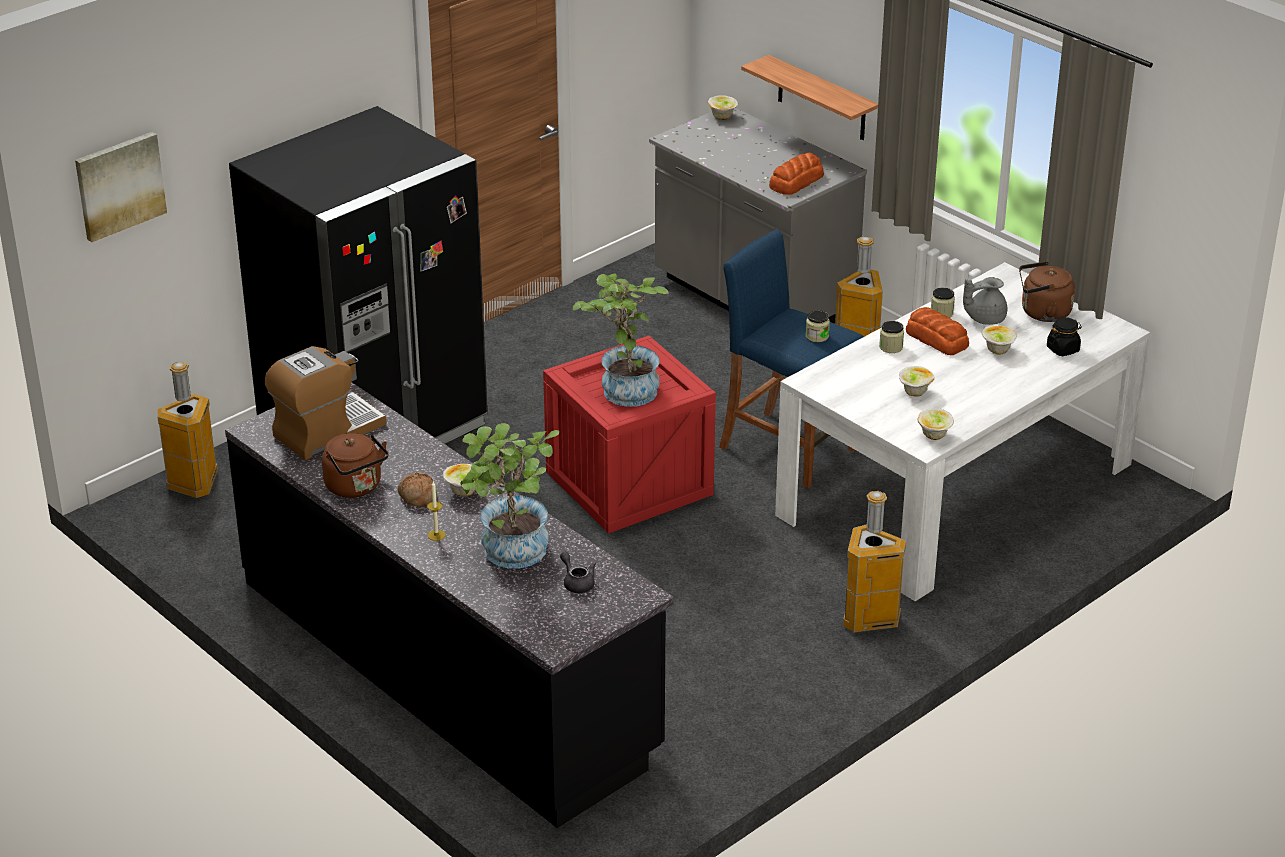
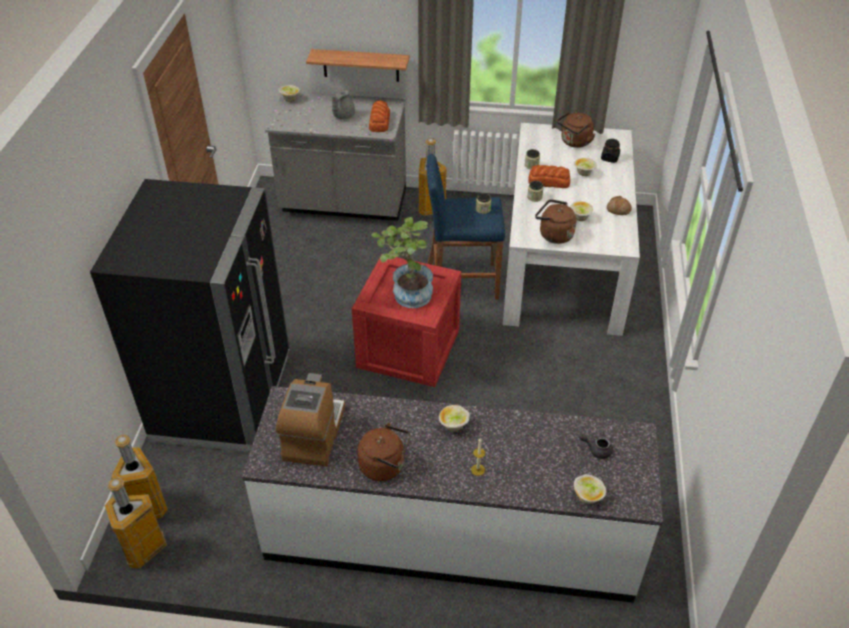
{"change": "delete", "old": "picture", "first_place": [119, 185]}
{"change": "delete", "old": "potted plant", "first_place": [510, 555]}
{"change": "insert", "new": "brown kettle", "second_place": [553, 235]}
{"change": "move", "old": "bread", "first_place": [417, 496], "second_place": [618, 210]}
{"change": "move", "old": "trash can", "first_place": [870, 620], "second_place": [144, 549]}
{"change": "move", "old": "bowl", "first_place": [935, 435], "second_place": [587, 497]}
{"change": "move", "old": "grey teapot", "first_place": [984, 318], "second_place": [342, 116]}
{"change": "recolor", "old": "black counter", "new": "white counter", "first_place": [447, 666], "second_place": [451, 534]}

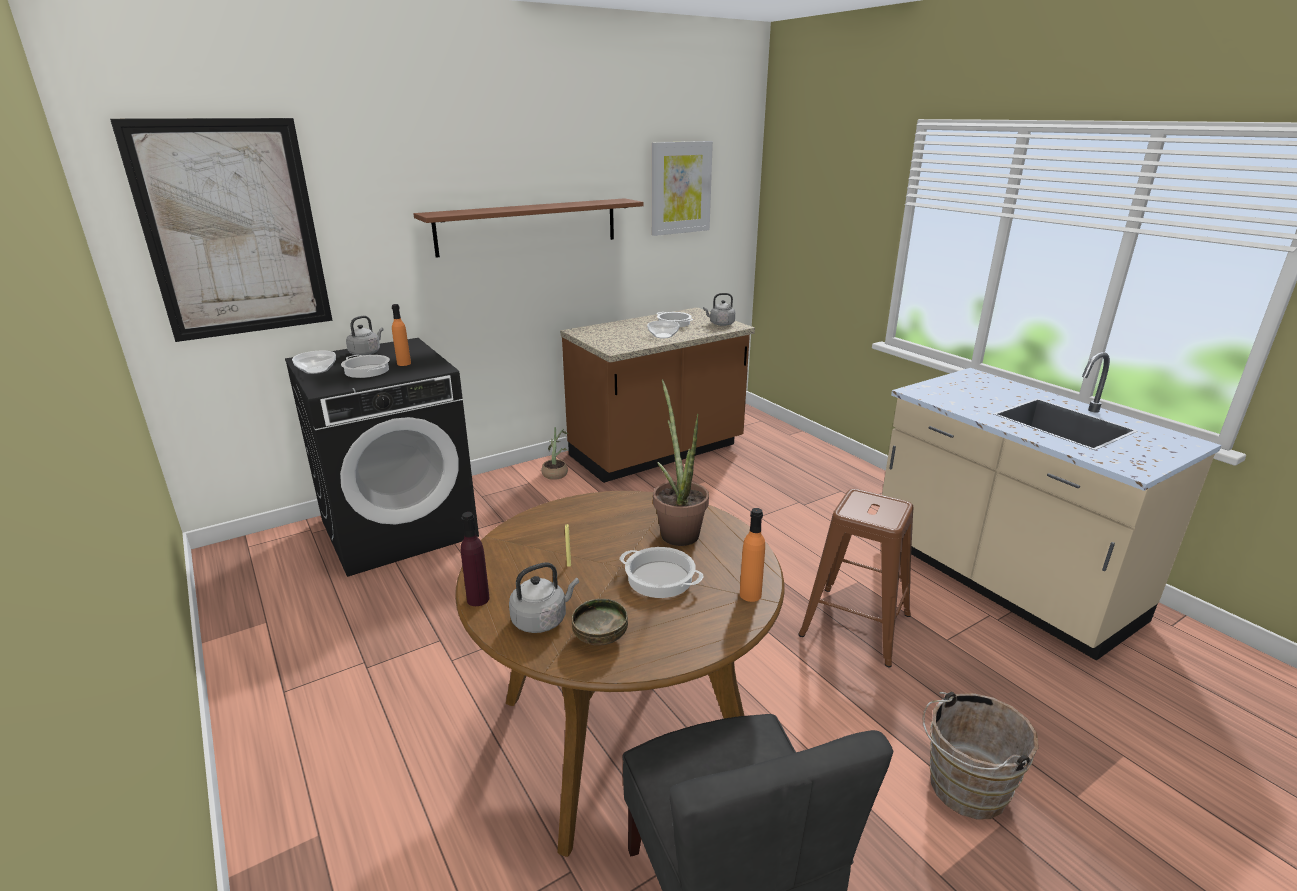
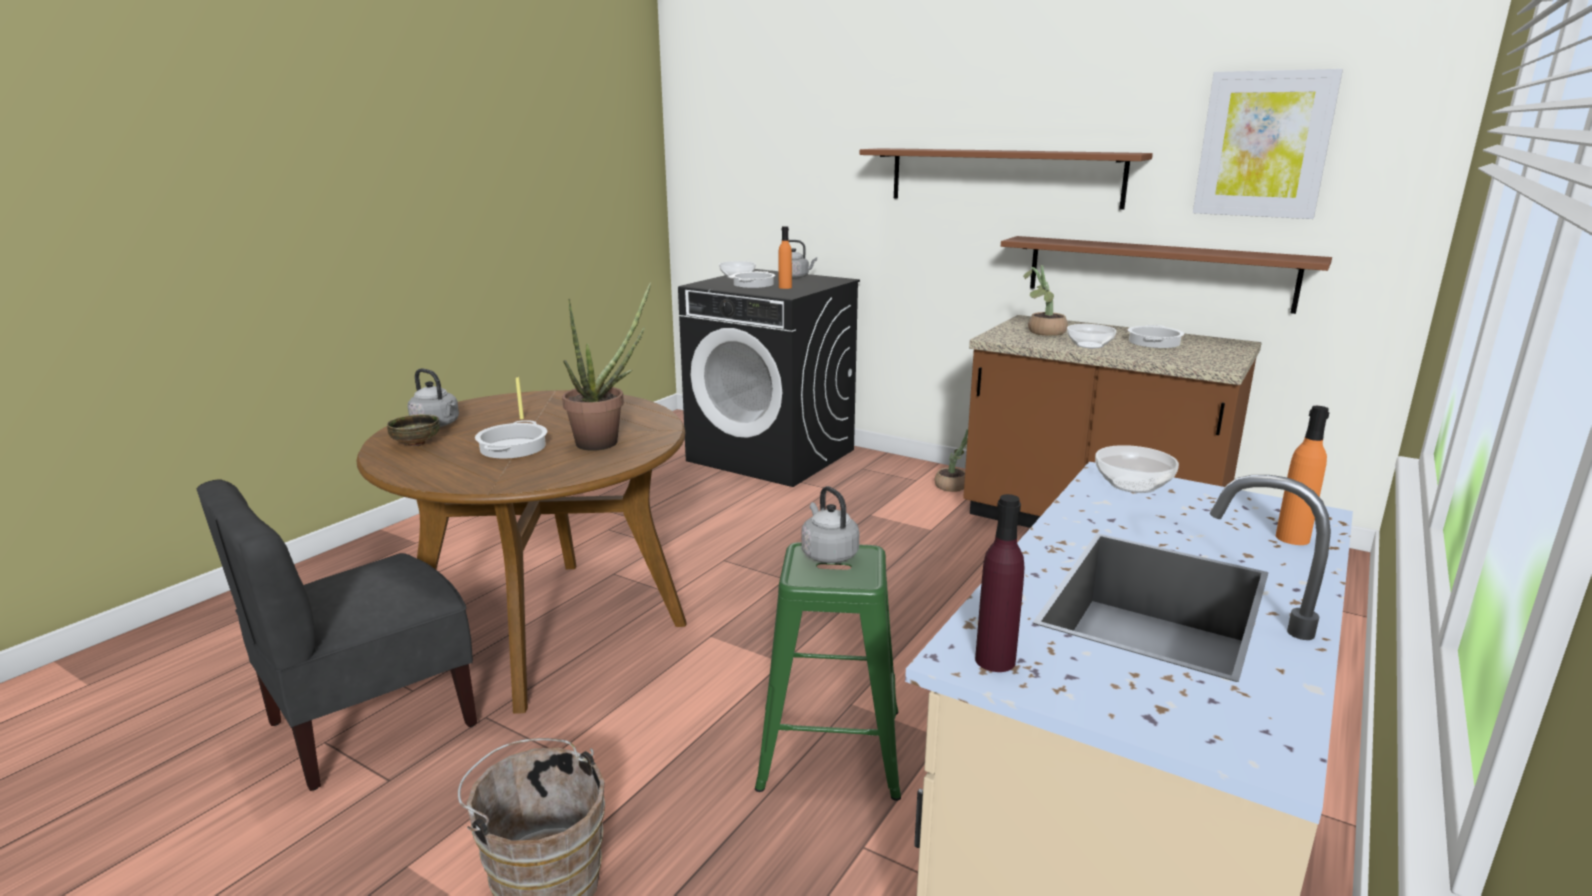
{"change": "delete", "old": "picture", "first_place": [233, 230]}
{"change": "insert", "new": "brown shelf", "second_place": [1157, 272]}
{"change": "insert", "new": "potted plant", "second_place": [1042, 332]}
{"change": "insert", "new": "bowl", "second_place": [1131, 485]}
{"change": "move", "old": "purple bottle", "first_place": [478, 599], "second_place": [995, 660]}
{"change": "move", "old": "grey kettle", "first_place": [720, 324], "second_place": [828, 554]}
{"change": "move", "old": "orange bottle", "first_place": [750, 595], "second_place": [1292, 538]}
{"change": "recolor", "old": "brown stool", "new": "green stool", "first_place": [854, 623], "second_place": [832, 746]}

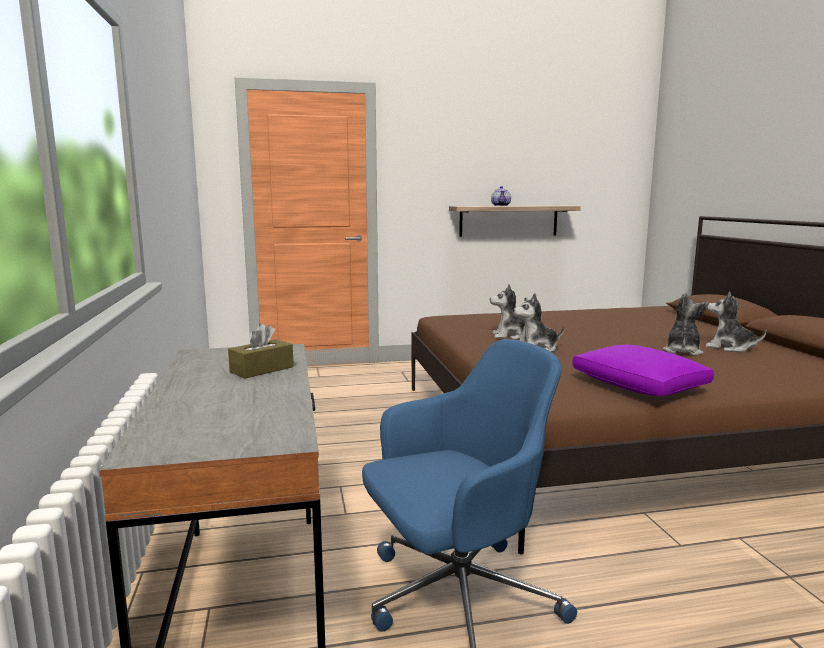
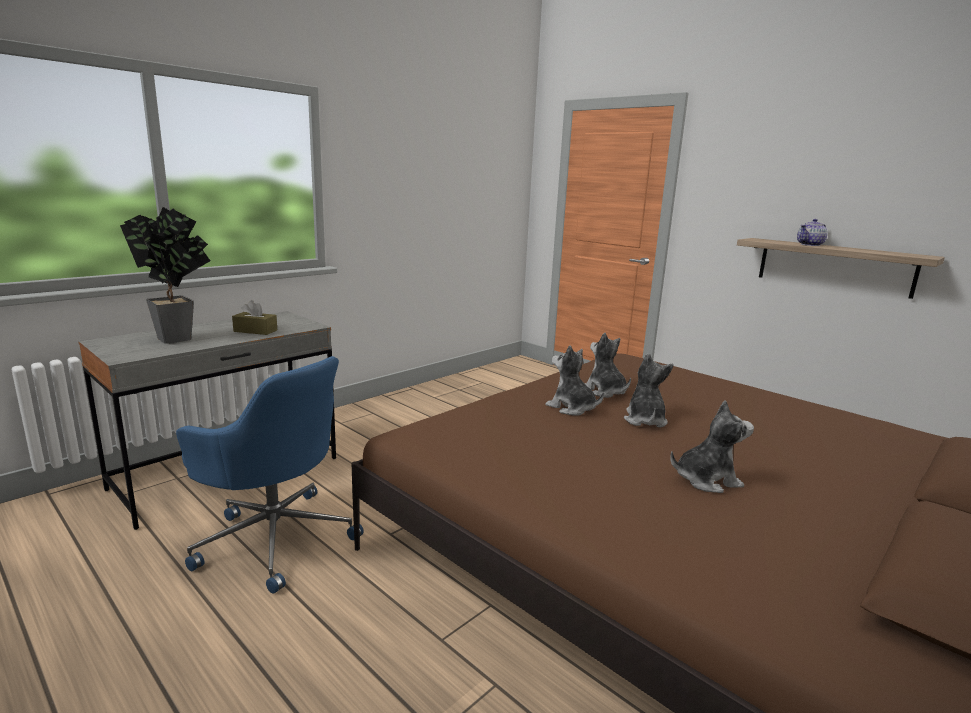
{"change": "delete", "old": "purple pillow", "first_place": [639, 386]}
{"change": "insert", "new": "potted plant", "second_place": [181, 339]}
{"change": "move", "old": "plush toy", "first_place": [729, 348], "second_place": [644, 420]}

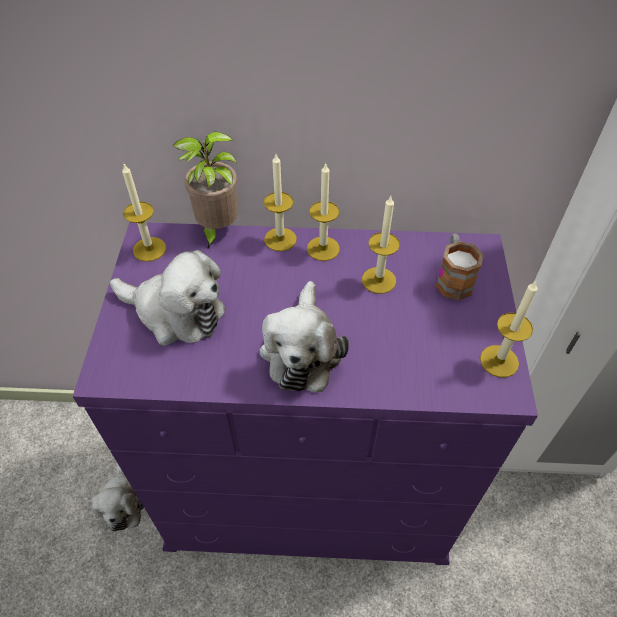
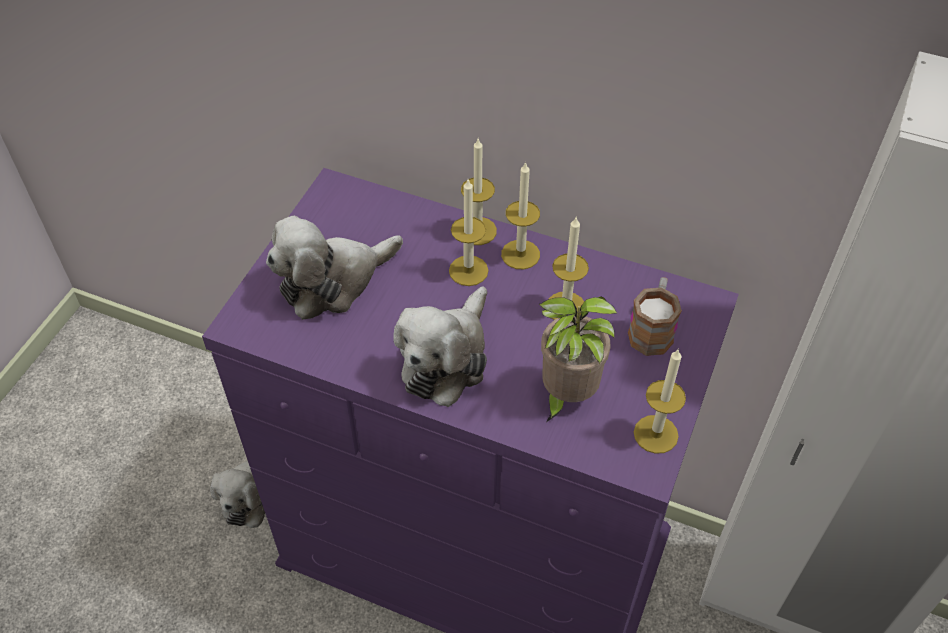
{"change": "move", "old": "candle", "first_place": [149, 249], "second_place": [468, 270]}
{"change": "move", "old": "potted plant", "first_place": [216, 230], "second_place": [566, 395]}
{"change": "rotate", "old": "plush toy", "first_place": [176, 313], "second_place": [333, 281], "degrees": 105}

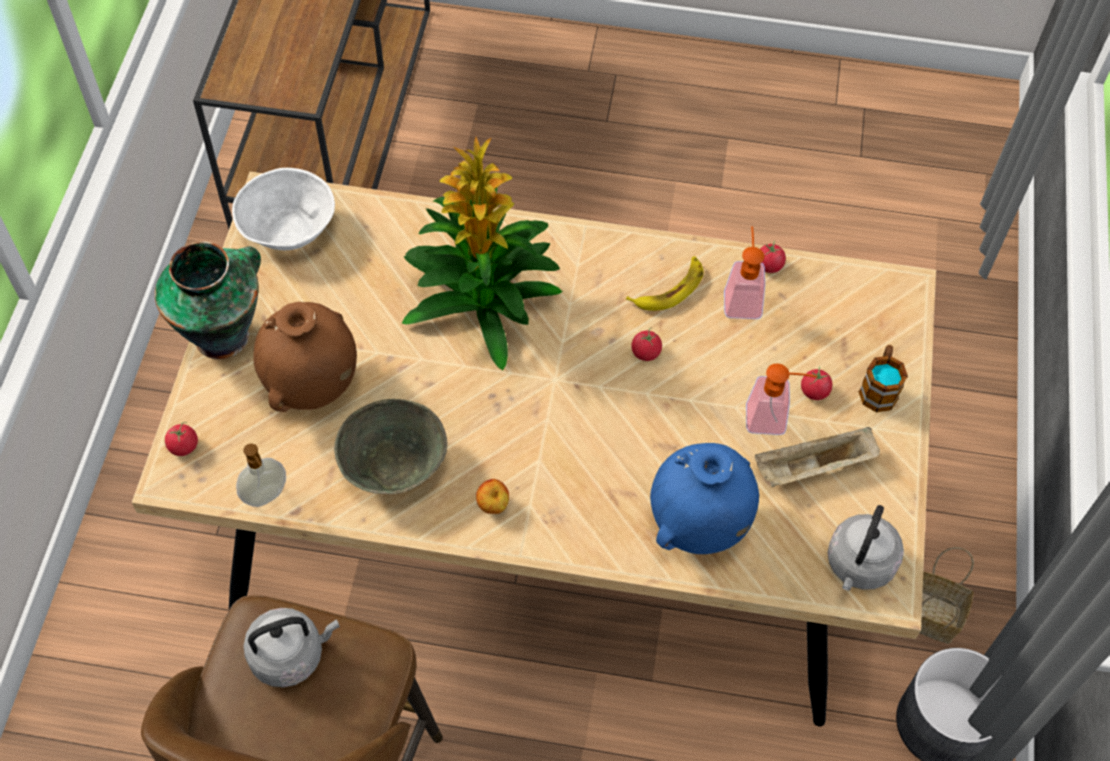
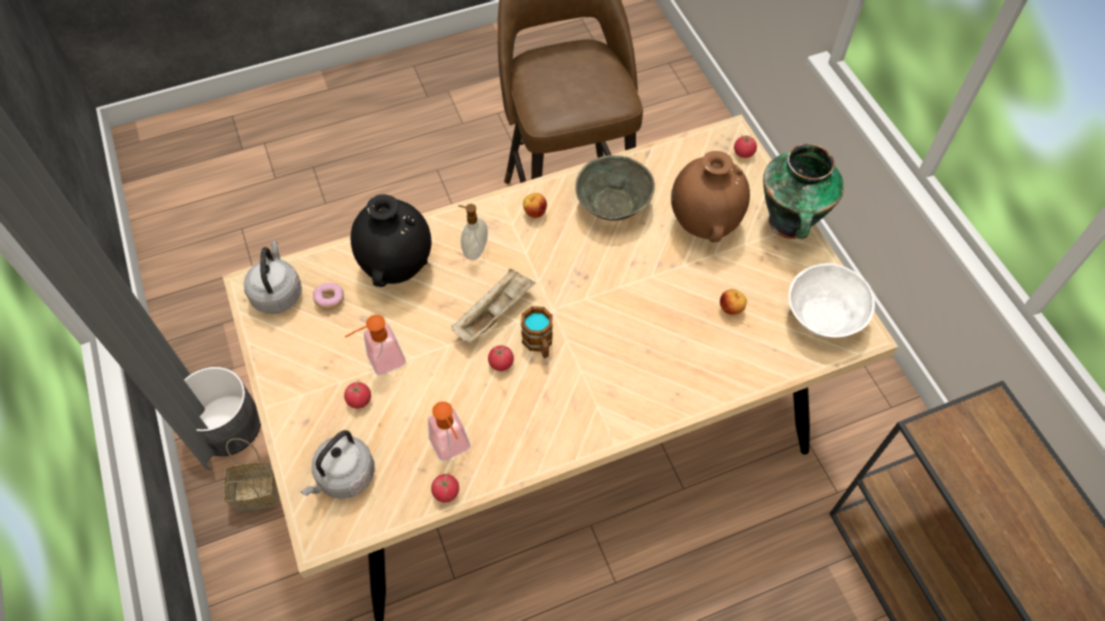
{"change": "delete", "old": "potted plant", "first_place": [482, 300]}
{"change": "delete", "old": "banana", "first_place": [669, 289]}
{"change": "insert", "new": "donut", "second_place": [330, 299]}
{"change": "insert", "new": "apple", "second_place": [731, 309]}
{"change": "move", "old": "soap dispenser", "first_place": [266, 496], "second_place": [474, 250]}
{"change": "move", "old": "grey kettle", "first_place": [291, 655], "second_place": [344, 477]}
{"change": "move", "old": "beige tray", "first_place": [813, 468], "second_place": [494, 313]}
{"change": "move", "old": "mug", "first_place": [879, 388], "second_place": [539, 344]}
{"change": "recolor", "old": "blue vase", "new": "black vase", "first_place": [698, 525], "second_place": [397, 265]}

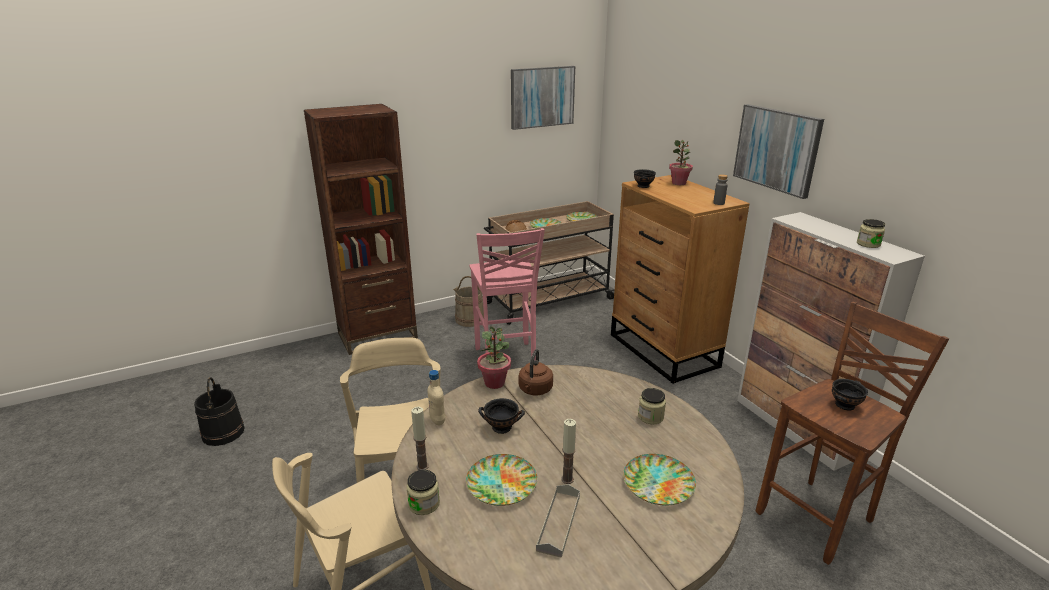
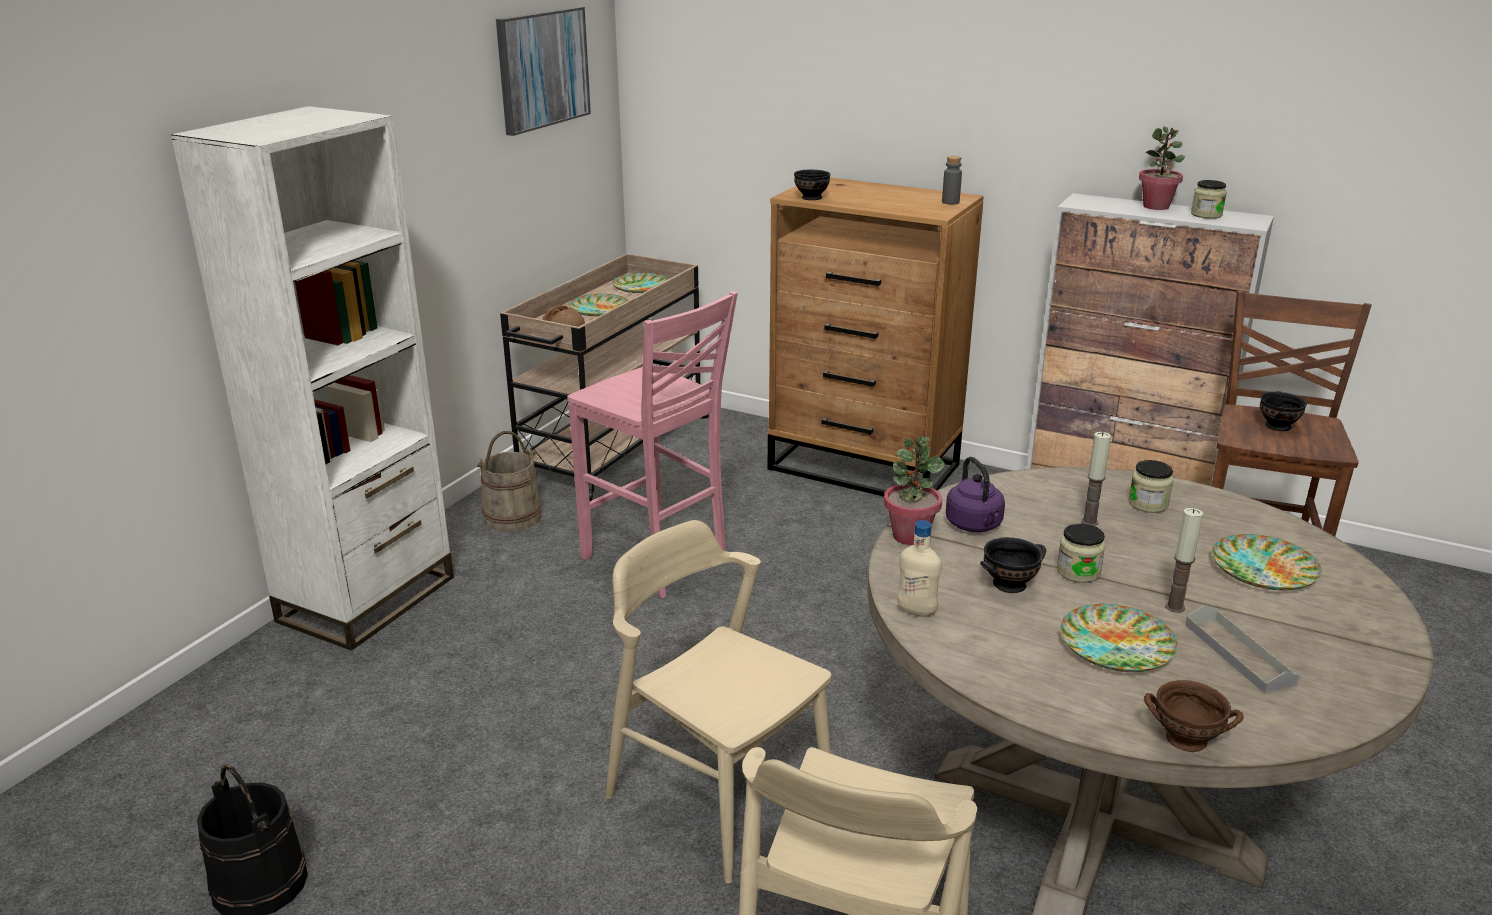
{"change": "delete", "old": "picture", "first_place": [776, 149]}
{"change": "insert", "new": "brown bowl", "second_place": [1187, 740]}
{"change": "move", "old": "jar", "first_place": [424, 504], "second_place": [1078, 572]}
{"change": "move", "old": "candle", "first_place": [422, 466], "second_place": [1089, 522]}
{"change": "move", "old": "potted plant", "first_place": [679, 183], "second_place": [1156, 206]}
{"change": "recolor", "old": "brown bookcase", "new": "white bookcase", "first_place": [377, 335], "second_place": [367, 599]}
{"change": "recolor", "old": "brown kettle", "new": "purple kettle", "first_place": [535, 390], "second_place": [975, 525]}

